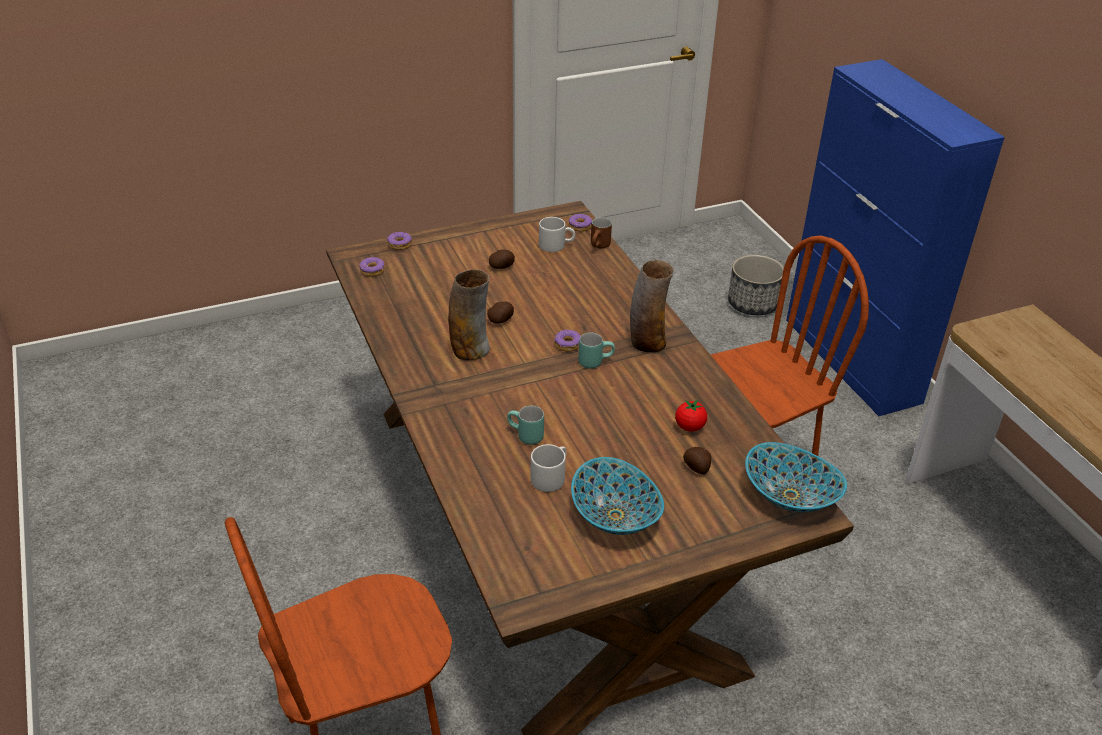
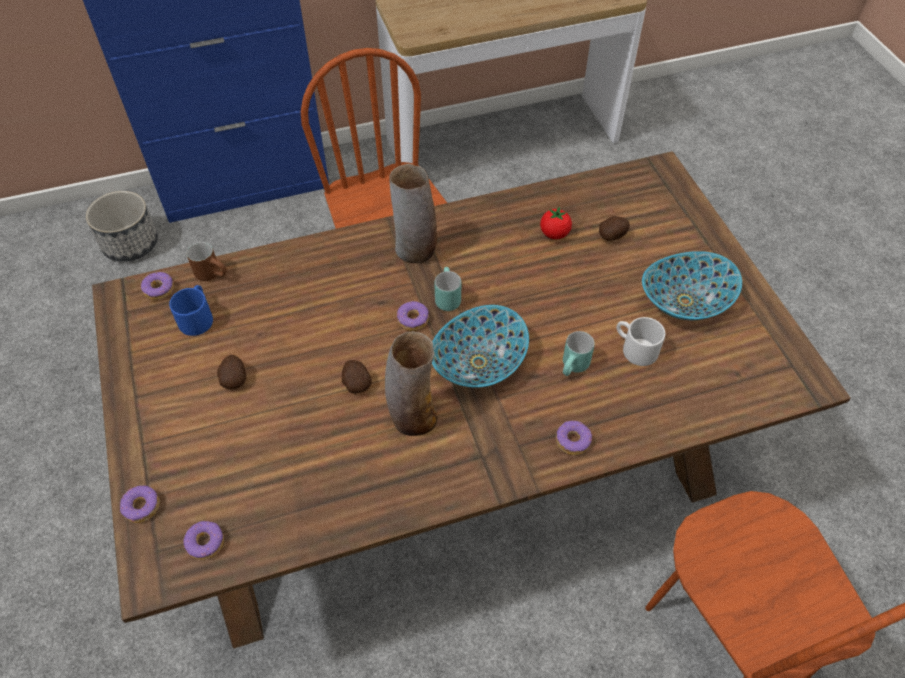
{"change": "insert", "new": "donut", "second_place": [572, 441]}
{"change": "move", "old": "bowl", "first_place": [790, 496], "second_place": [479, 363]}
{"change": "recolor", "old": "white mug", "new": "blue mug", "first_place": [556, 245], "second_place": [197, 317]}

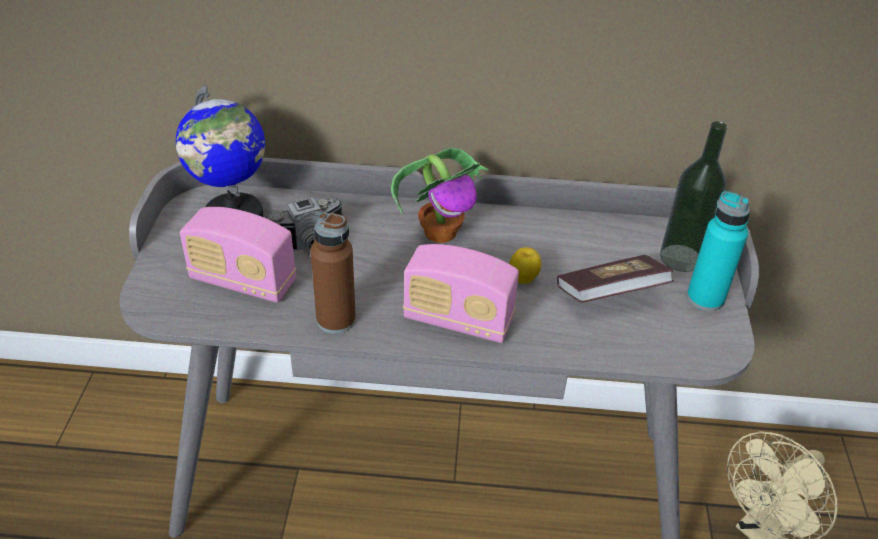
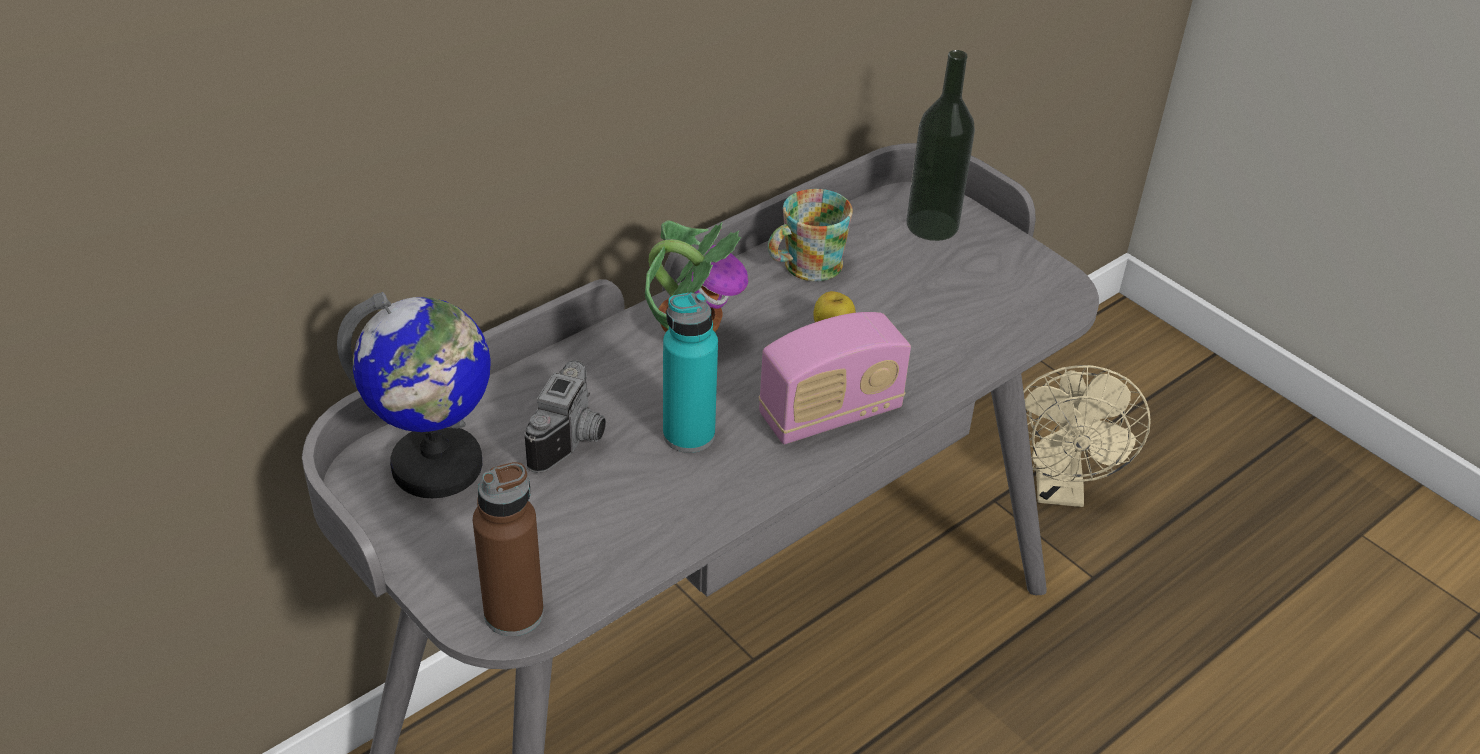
{"change": "delete", "old": "radio", "first_place": [243, 281]}
{"change": "delete", "old": "book", "first_place": [610, 294]}
{"change": "insert", "new": "mug", "second_place": [804, 266]}
{"change": "move", "old": "brown bottle", "first_place": [336, 320], "second_place": [514, 613]}
{"change": "move", "old": "turquoise bottle", "first_place": [705, 298], "second_place": [688, 435]}

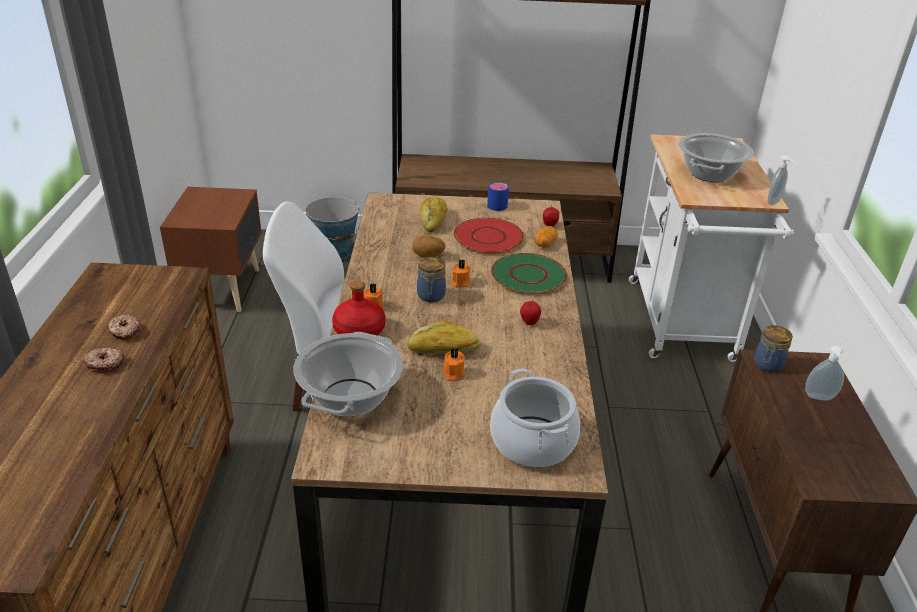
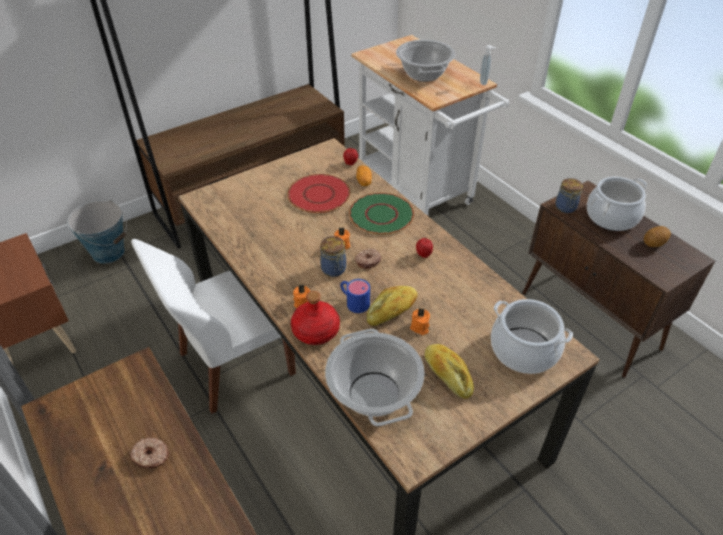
{"change": "move", "old": "donut", "first_place": [105, 364], "second_place": [367, 261]}
{"change": "move", "old": "potato", "first_place": [428, 257], "second_place": [654, 244]}
{"change": "move", "old": "bread", "first_place": [433, 220], "second_place": [447, 375]}
{"change": "move", "old": "blue mug", "first_place": [495, 203], "second_place": [354, 301]}
{"change": "replace", "old": "soap dispenser", "new": "cooking pot", "first_place": [819, 398], "second_place": [611, 217]}

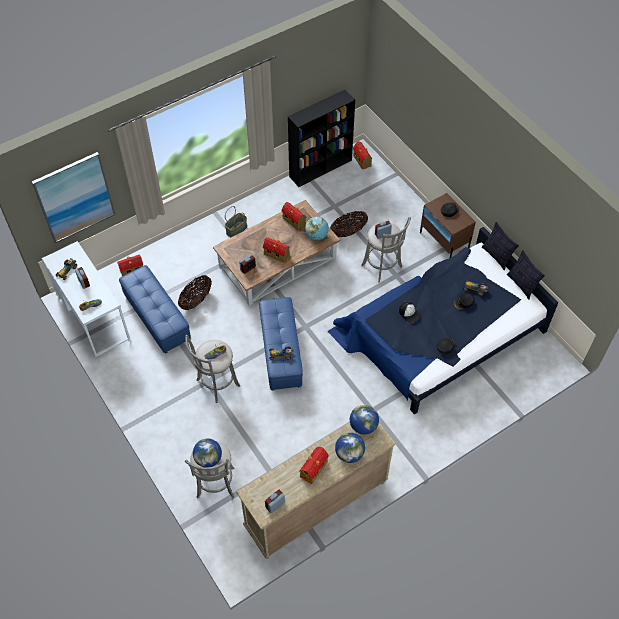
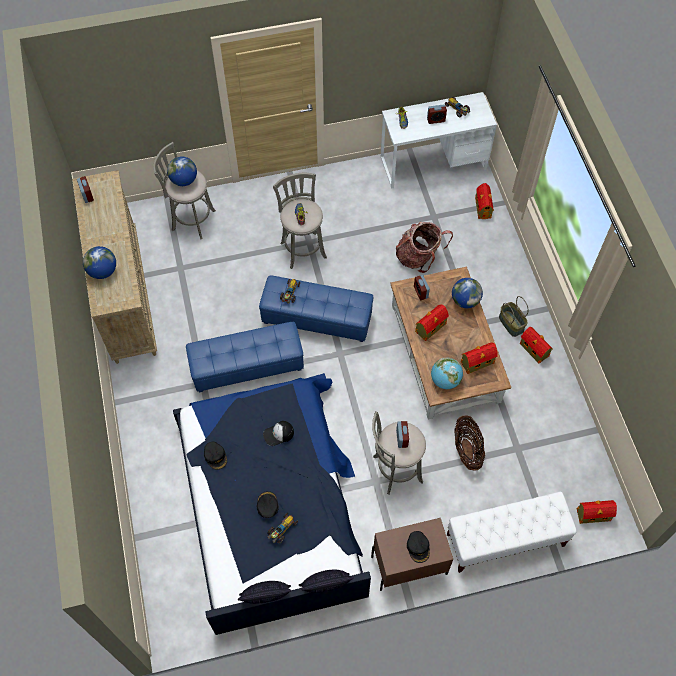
{"change": "delete", "old": "picture", "first_place": [74, 197]}
{"change": "delete", "old": "black bookcase", "first_place": [321, 168]}
{"change": "insert", "new": "white bench", "second_place": [505, 540]}
{"change": "move", "old": "blue ottoman", "first_place": [157, 317], "second_place": [247, 367]}
{"change": "move", "old": "toy house", "first_place": [314, 469], "second_place": [534, 350]}
{"change": "move", "old": "globe", "first_place": [363, 426], "second_place": [465, 301]}
{"change": "replace", "old": "basket", "new": "backpack", "first_place": [196, 300], "second_place": [419, 257]}

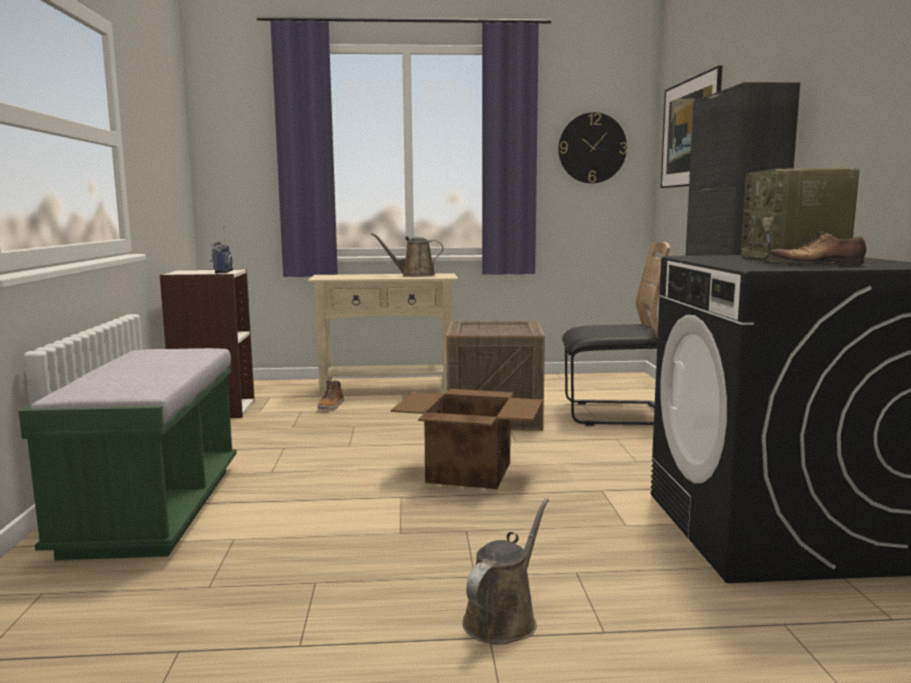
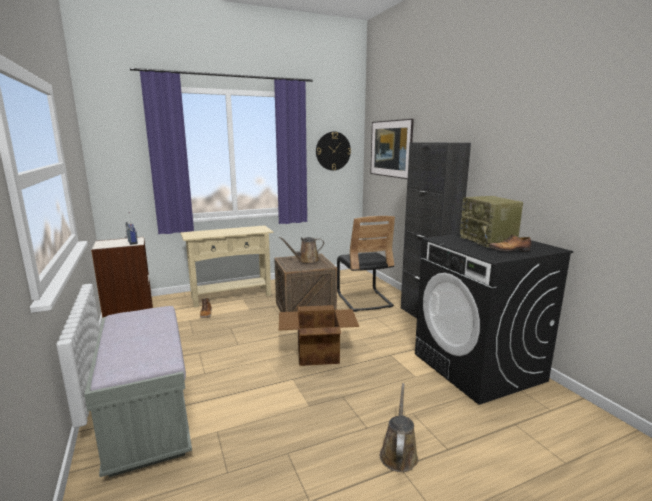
{"change": "move", "old": "brown watering can", "first_place": [414, 275], "second_place": [306, 261]}
{"change": "recolor", "old": "green bench", "new": "grey bench", "first_place": [153, 510], "second_place": [148, 419]}
{"change": "rotate", "old": "black chair", "first_place": [613, 414], "second_place": [364, 300], "degrees": 90}

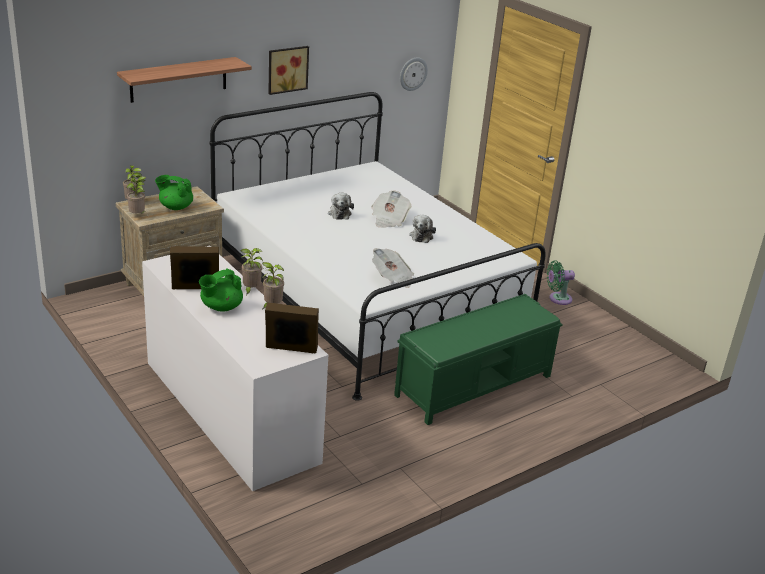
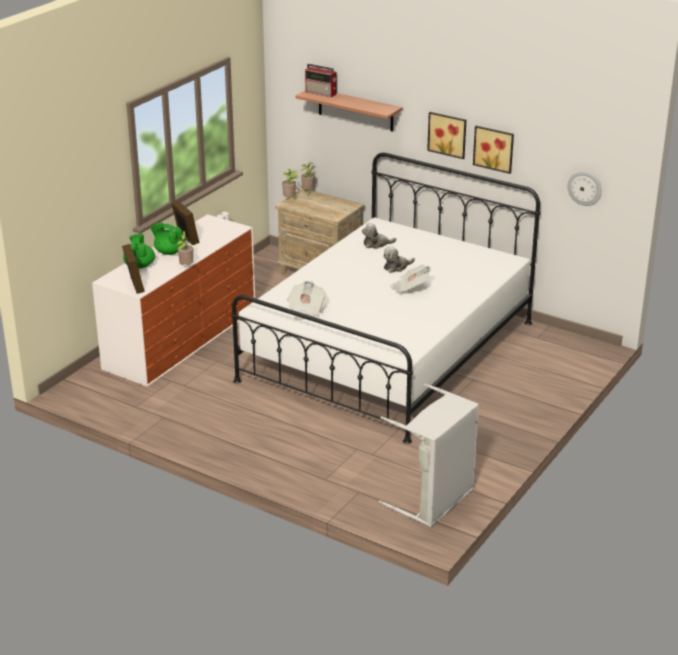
{"change": "delete", "old": "potted plant", "first_place": [251, 290]}
{"change": "delete", "old": "green bench", "first_place": [475, 385]}
{"change": "delete", "old": "green fan", "first_place": [557, 299]}
{"change": "insert", "new": "radio", "second_place": [321, 93]}
{"change": "insert", "new": "grey laundry basket", "second_place": [434, 501]}
{"change": "insert", "new": "picture", "second_place": [494, 148]}
{"change": "move", "old": "green teapot", "first_place": [175, 207], "second_place": [139, 265]}
{"change": "move", "old": "plush toy", "first_place": [422, 236], "second_place": [376, 244]}

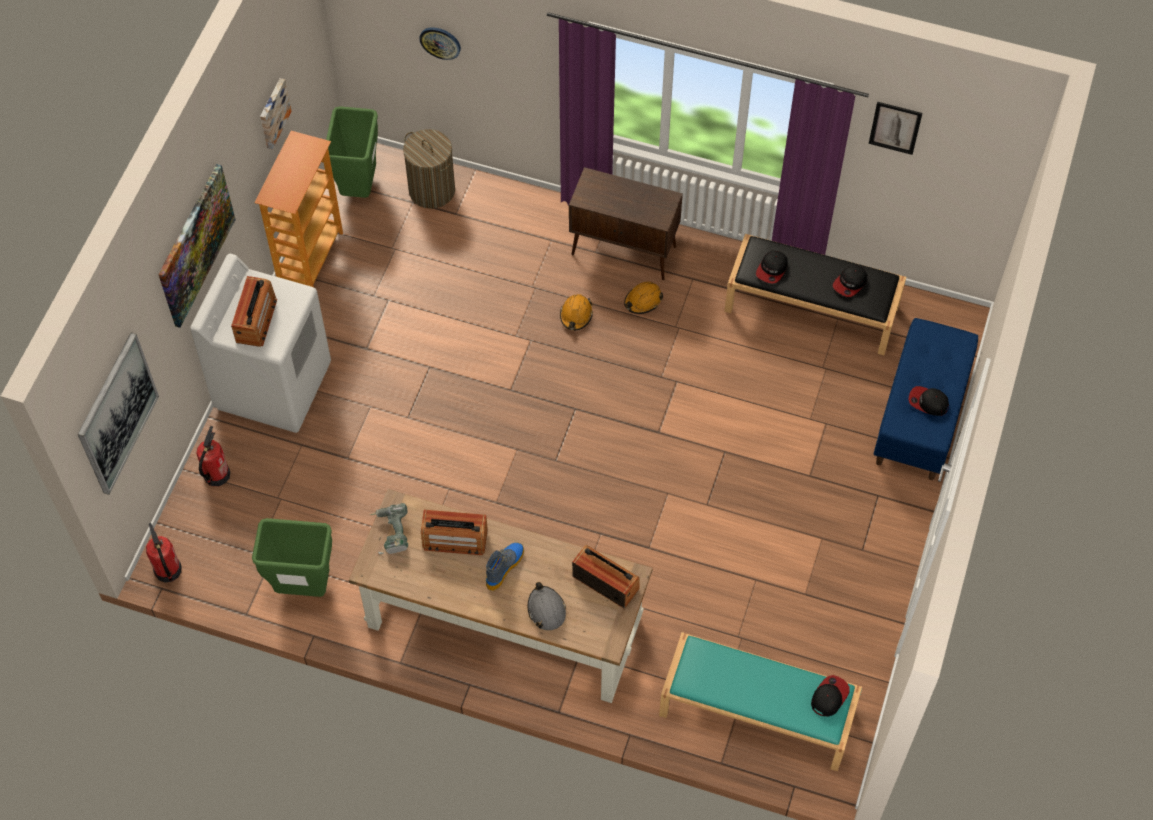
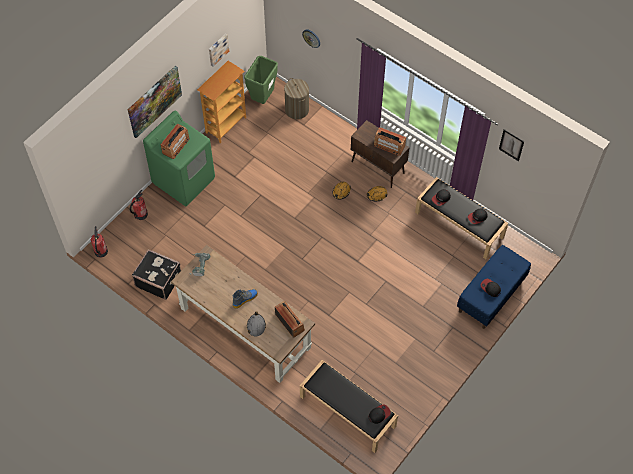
{"change": "delete", "old": "picture", "first_place": [117, 413]}
{"change": "move", "old": "radio", "first_place": [455, 539], "second_place": [389, 146]}
{"change": "replace", "old": "green trash can", "new": "black suitcase", "first_place": [303, 587], "second_place": [159, 280]}
{"change": "recolor", "old": "white washing machine", "new": "green washing machine", "first_place": [274, 385], "second_place": [184, 180]}
{"change": "recolor", "old": "turquoise bench", "new": "black bench", "first_place": [755, 712], "second_place": [347, 411]}

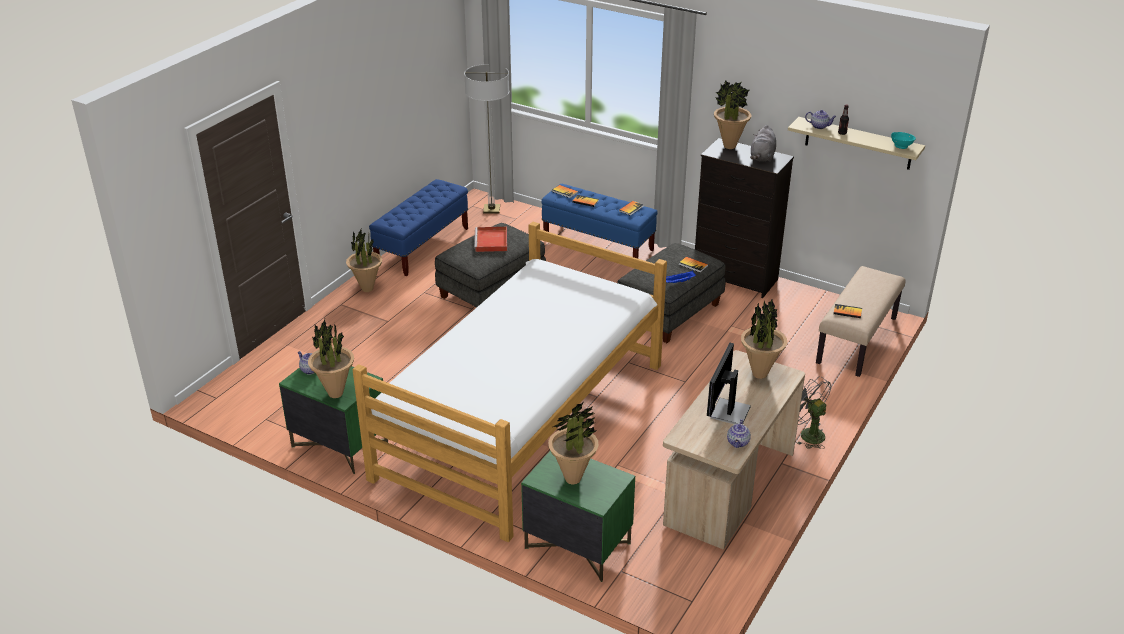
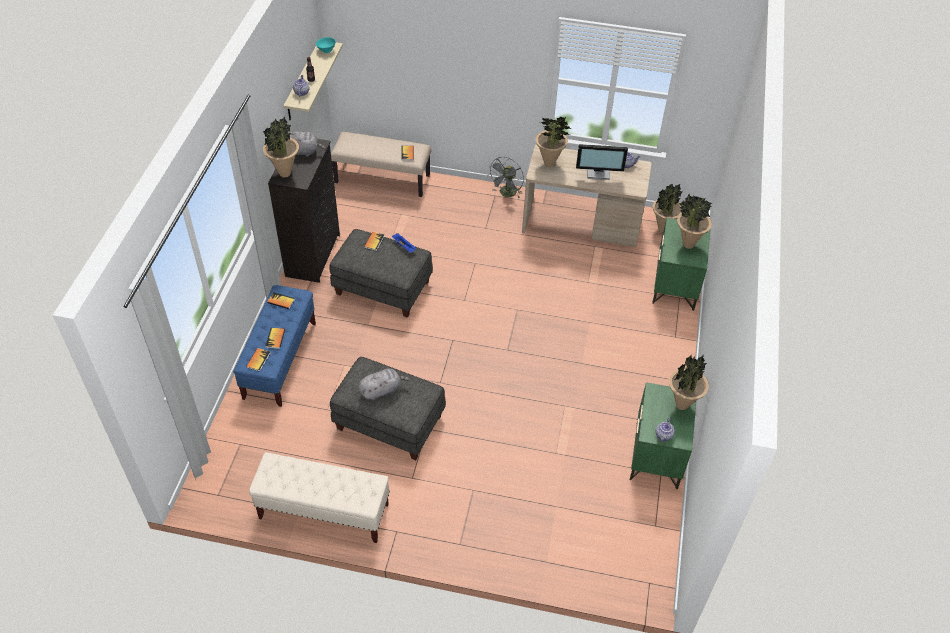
{"change": "delete", "old": "bed", "first_place": [521, 420]}
{"change": "delete", "old": "floor lamp", "first_place": [491, 209]}
{"change": "move", "old": "potted plant", "first_place": [367, 289], "second_place": [663, 229]}
{"change": "replace", "old": "red tray", "new": "grey plush toy", "first_place": [491, 241], "second_place": [382, 390]}
{"change": "recolor", "old": "blue bench", "new": "beige bench", "first_place": [422, 247], "second_place": [323, 511]}

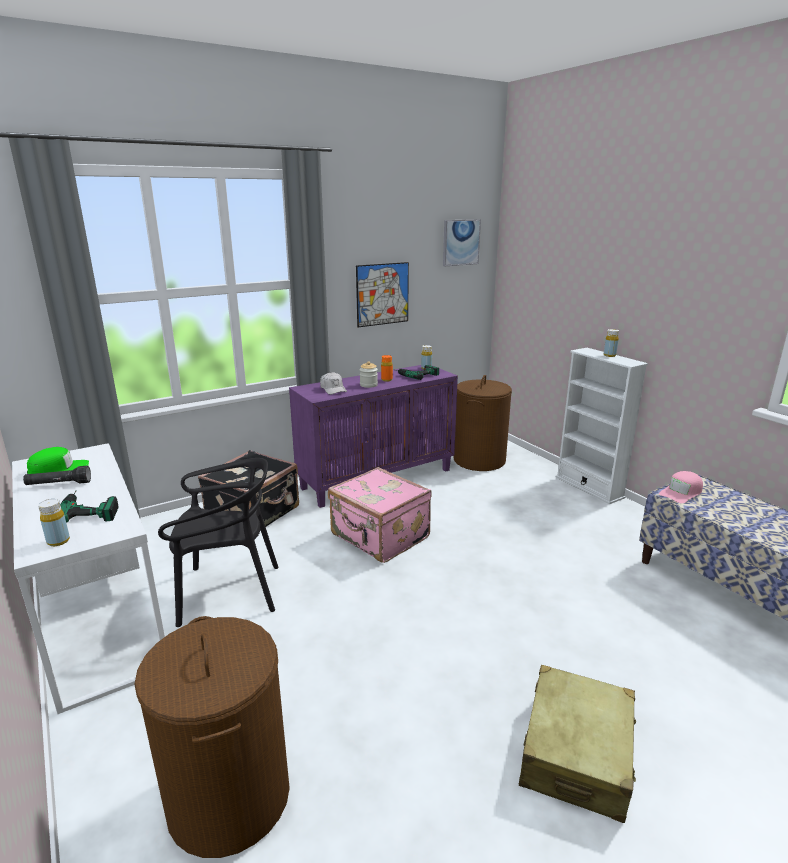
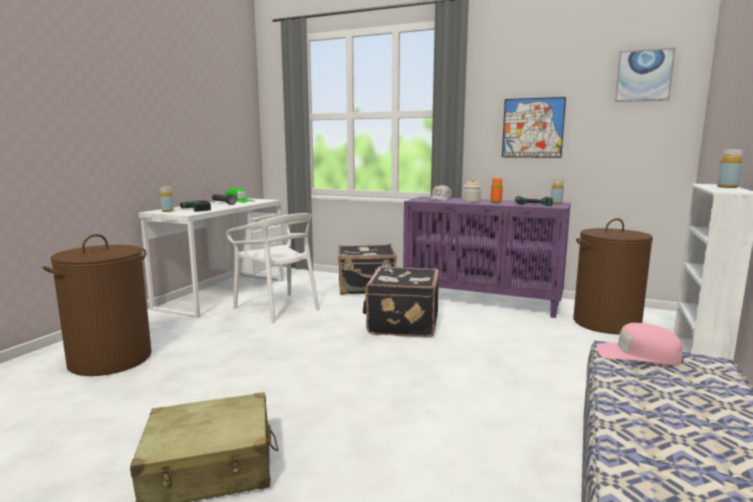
{"change": "recolor", "old": "black chair", "new": "white chair", "first_place": [229, 592], "second_place": [278, 307]}
{"change": "recolor", "old": "pink suitcase", "new": "black suitcase", "first_place": [379, 537], "second_place": [402, 324]}

